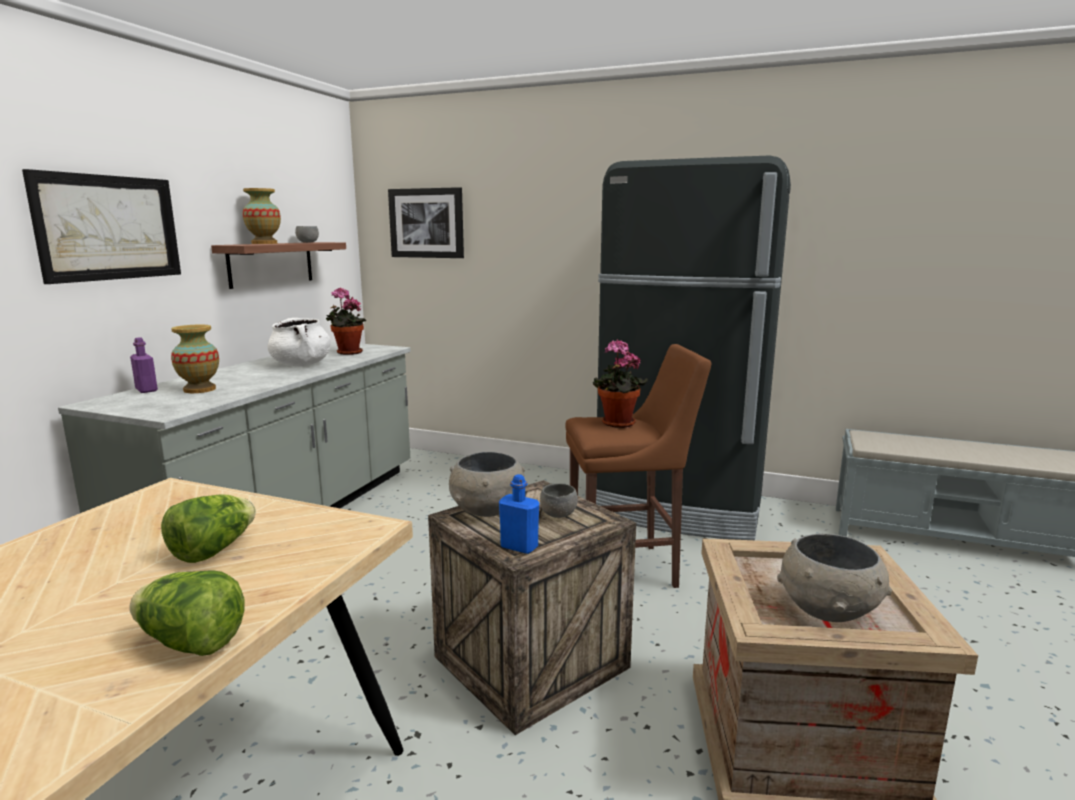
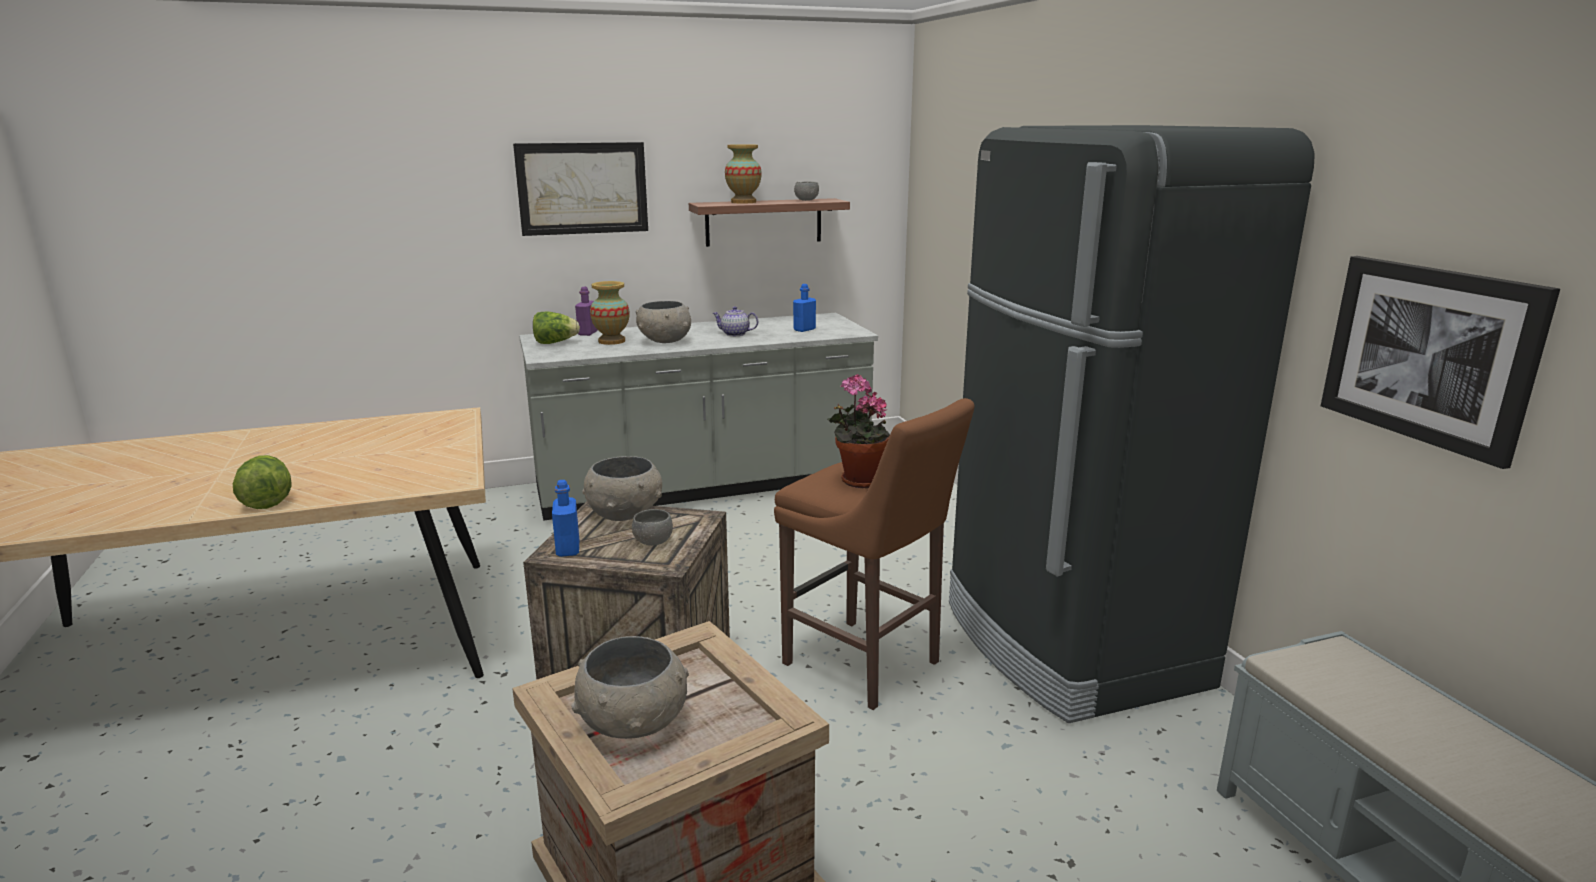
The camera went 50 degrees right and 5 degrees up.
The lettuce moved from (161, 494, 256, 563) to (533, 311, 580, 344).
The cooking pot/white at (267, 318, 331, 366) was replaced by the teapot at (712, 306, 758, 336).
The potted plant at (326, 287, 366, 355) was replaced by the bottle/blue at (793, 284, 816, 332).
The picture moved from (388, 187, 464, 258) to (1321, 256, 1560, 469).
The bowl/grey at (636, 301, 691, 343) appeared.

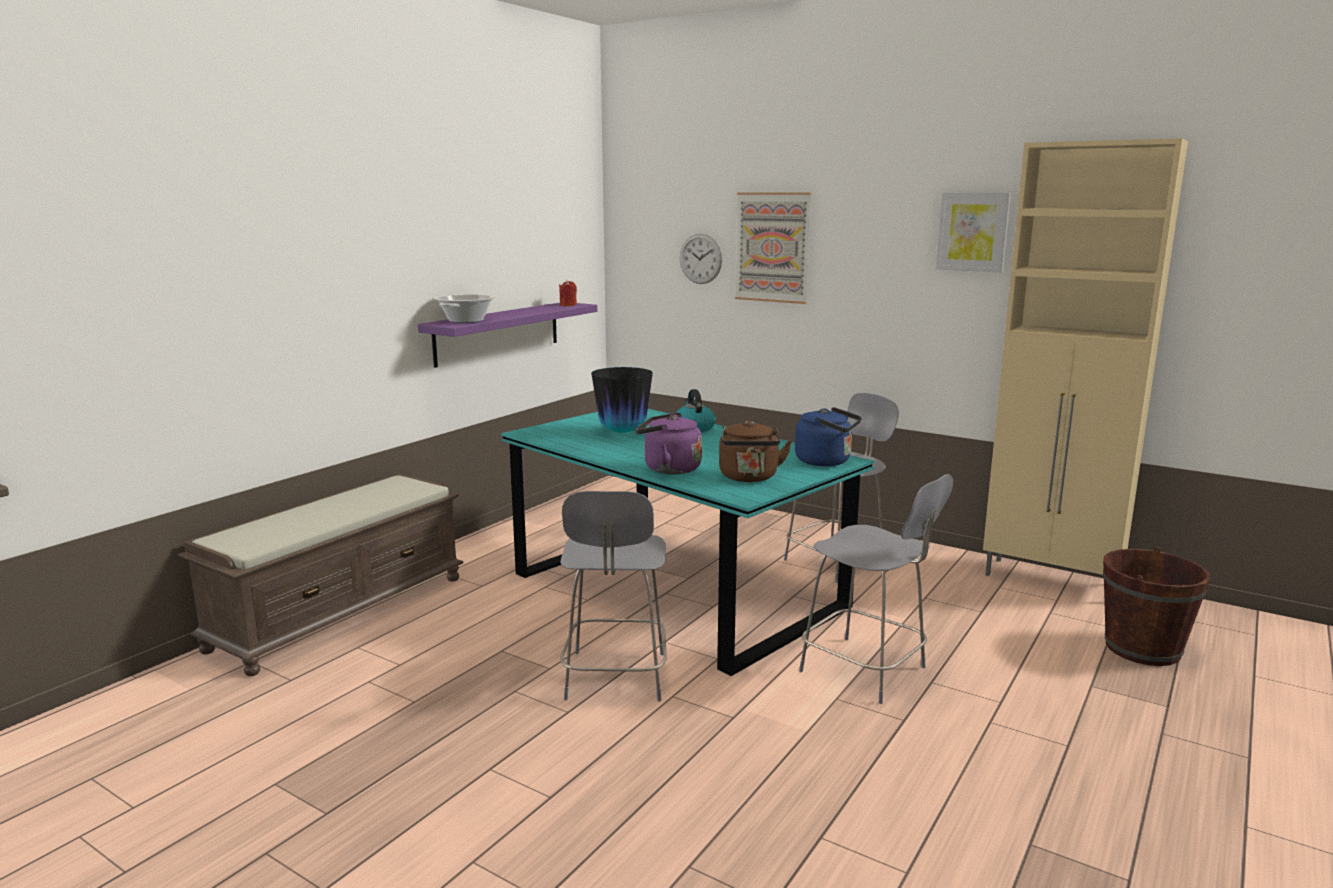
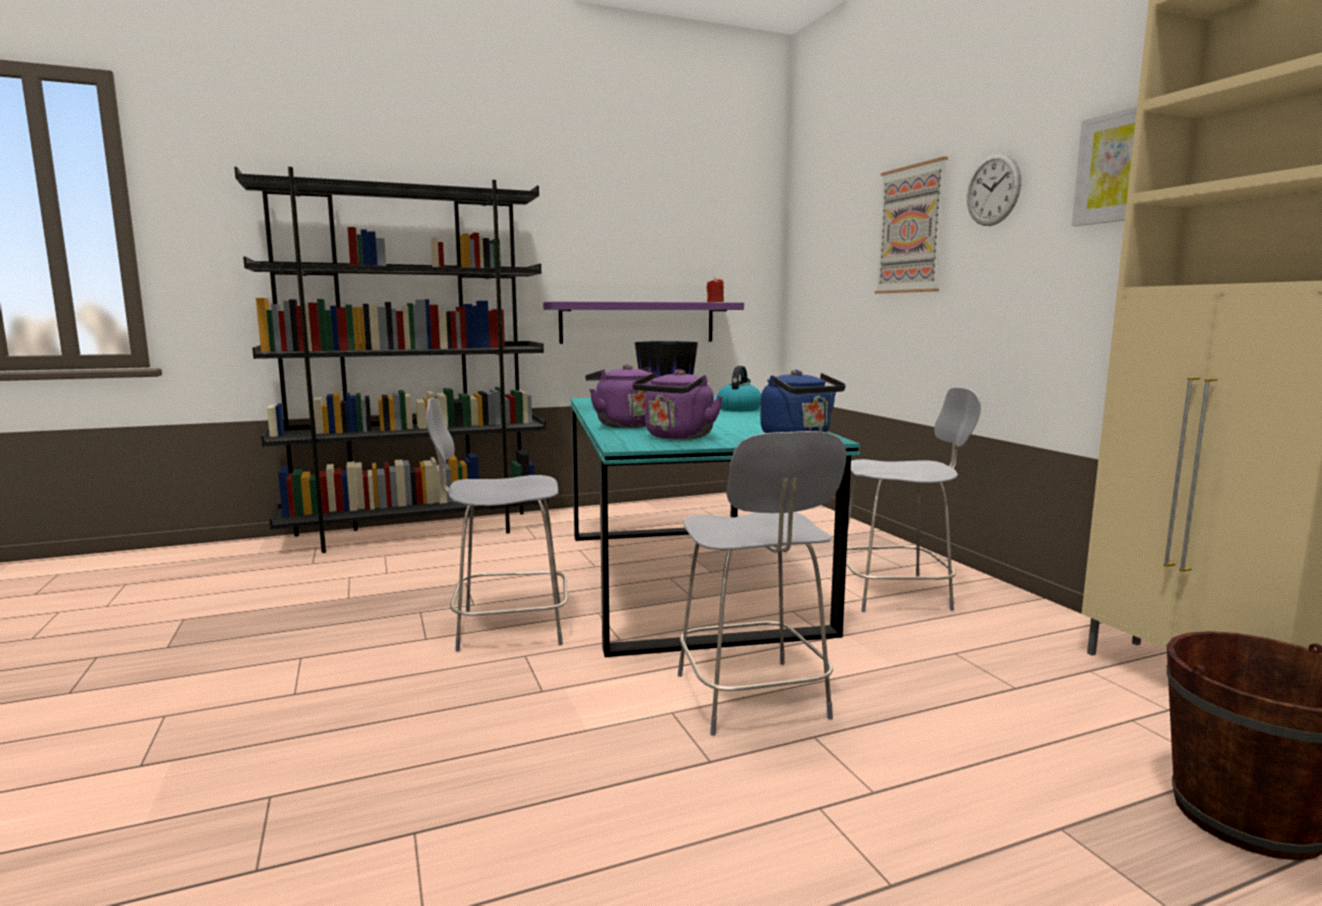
The camera went 35 degrees right and 5 degrees down.
The bench/brown at (178, 474, 464, 676) was replaced by the bookcase/black at (234, 167, 548, 553).
The cooking pot at (434, 294, 495, 323) disappeared.
The chair/grey at (560, 491, 667, 702) turned 45 degrees clockwise.
The wall clock moved from (680, 234, 722, 284) to (967, 153, 1021, 226).
The kettle/brown at (719, 421, 792, 482) became the kettle/purple at (632, 369, 723, 440).

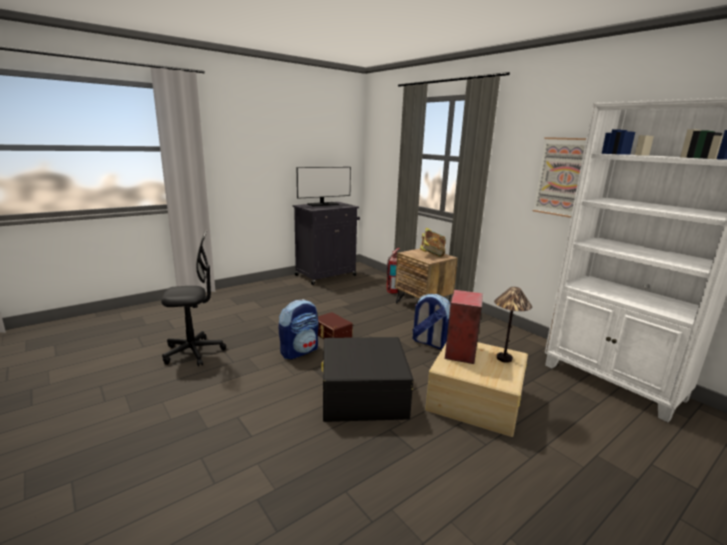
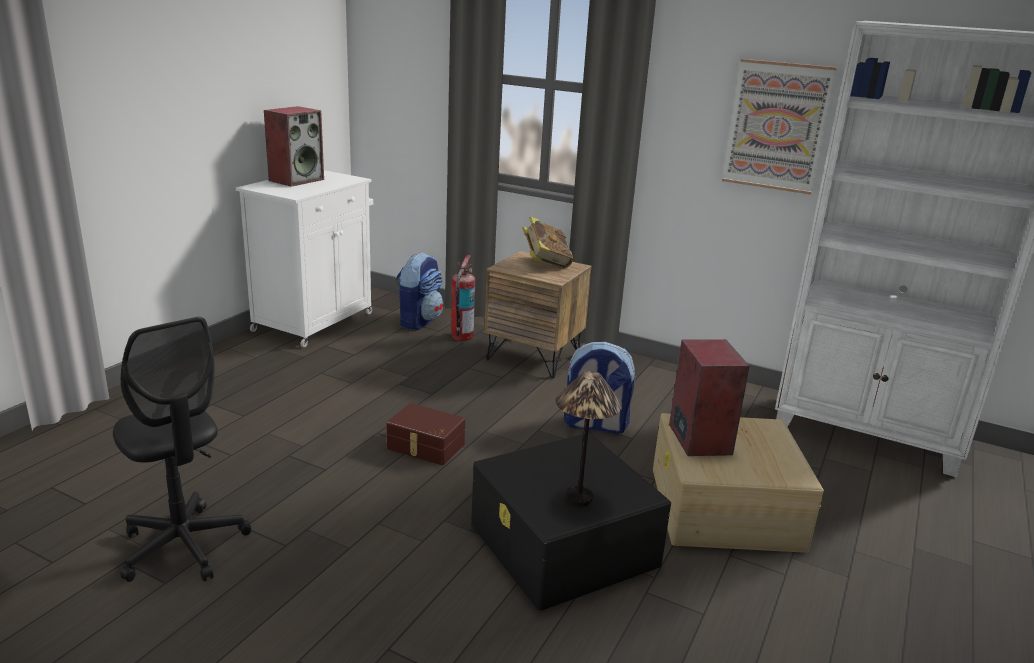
The camera went 25 degrees left and 5 degrees up.
The office chair/black at (161, 230, 226, 367) turned 90 degrees clockwise.
The backpack moved from (279, 299, 318, 359) to (396, 253, 443, 330).
The cabinet/black at (293, 202, 360, 285) became the cabinet/white at (236, 170, 373, 347).
The monitor at (297, 167, 351, 207) was replaced by the speaker at (264, 106, 324, 187).
The table lamp moved from (494, 287, 532, 363) to (556, 371, 622, 507).

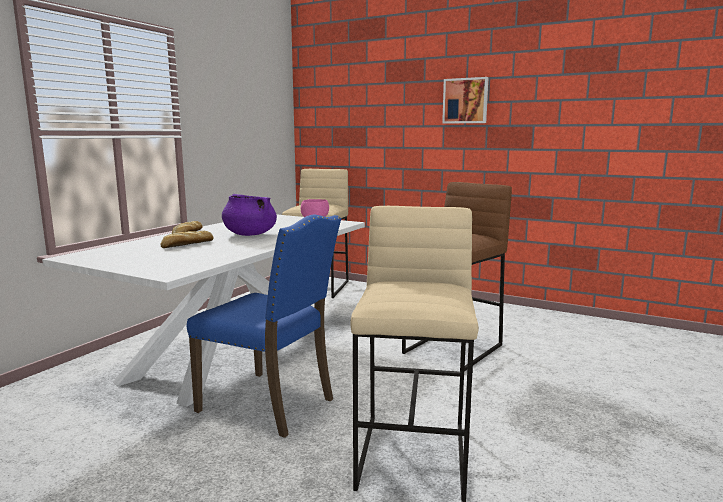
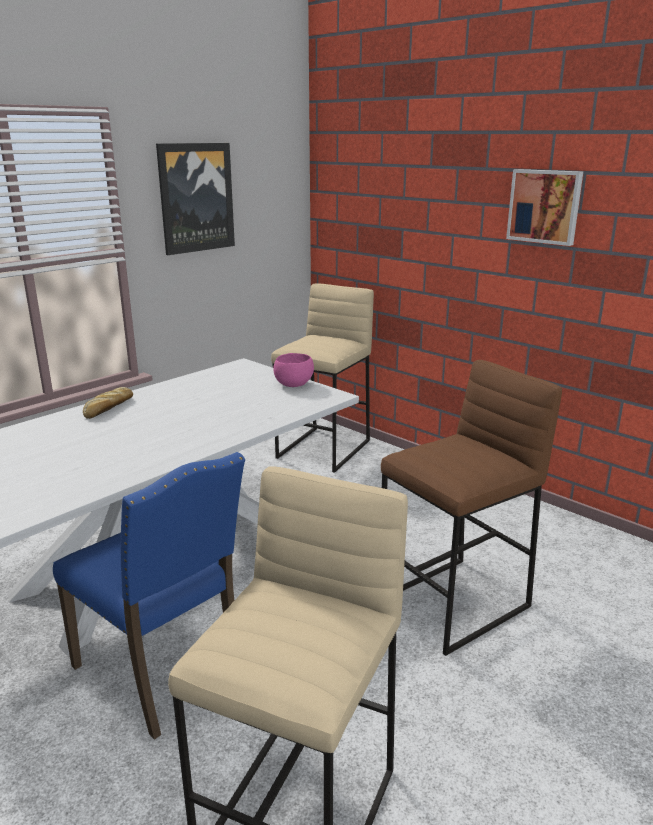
The camera went 15 degrees right and 10 degrees up.
The bread at (160, 231, 214, 248) disappeared.
The cooking pot/purple at (222, 194, 277, 236) disappeared.
The picture at (156, 143, 235, 255) appeared.

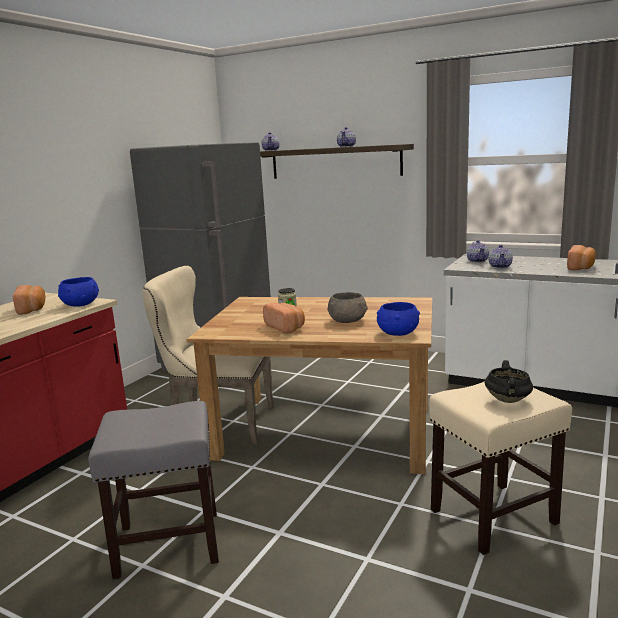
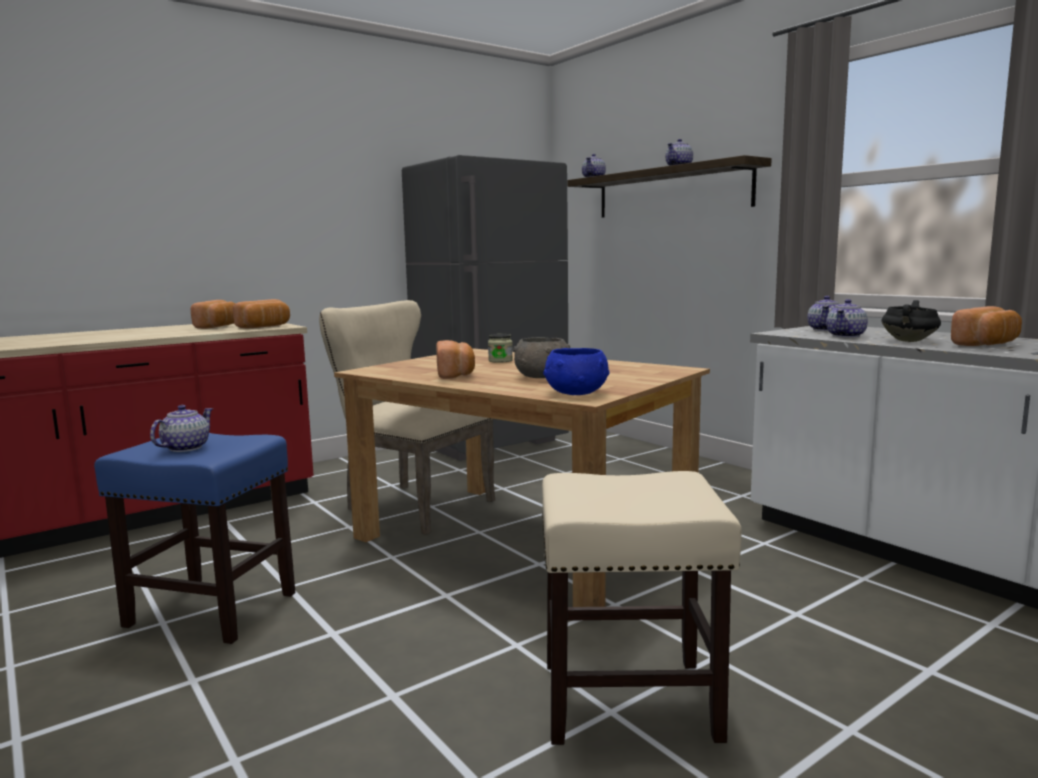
The camera went 25 degrees right and 5 degrees down.
The bowl/blue at (58, 277, 99, 307) was replaced by the bread at (233, 299, 290, 328).
The stool/grey at (88, 401, 219, 579) became the stool/blue at (94, 433, 295, 644).
The cooking pot/black moved from (485, 360, 533, 403) to (881, 300, 941, 342).
The teapot at (150, 405, 213, 452) appeared.

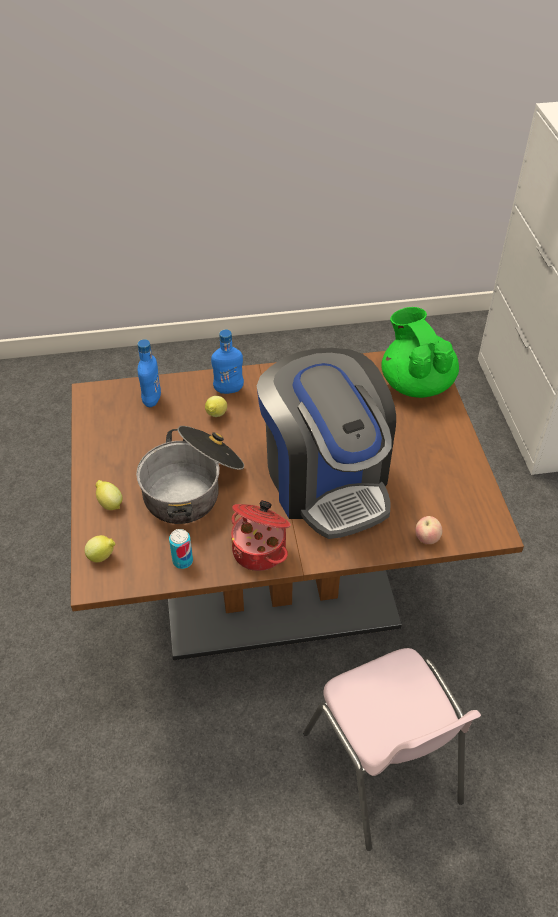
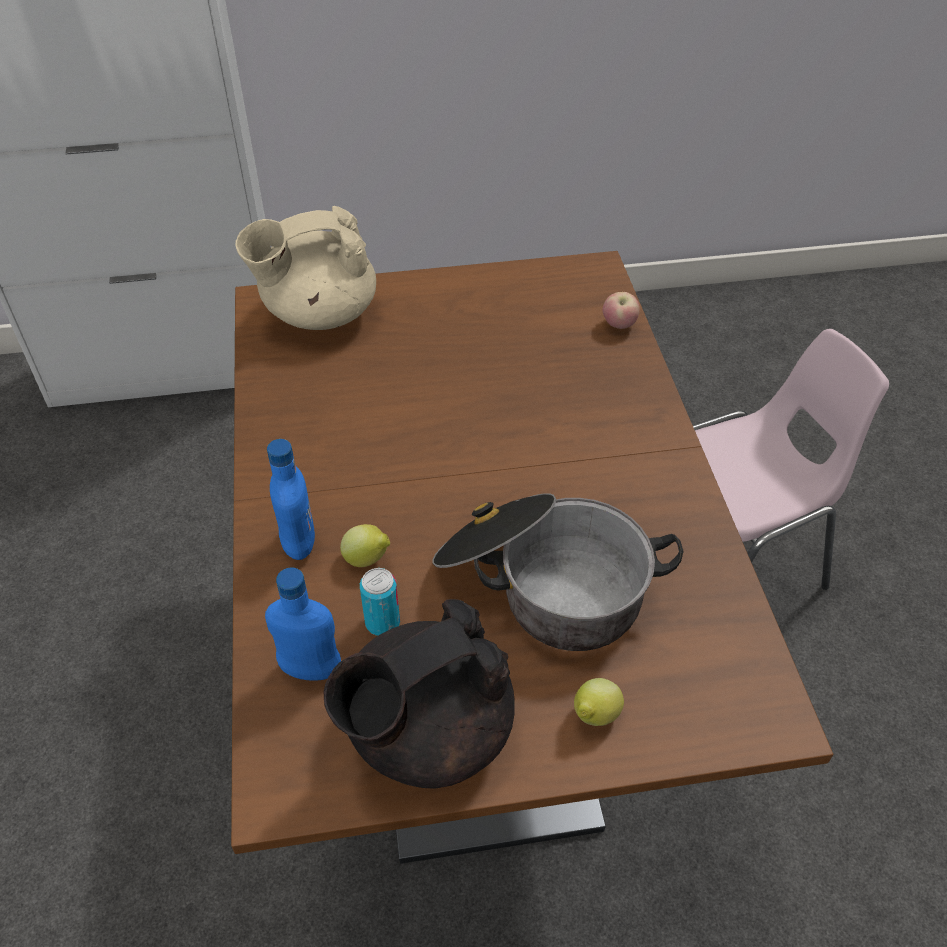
The camera went 90 degrees left and 0 degrees up.
The lemon at (85, 535, 115, 562) disappeared.
The can moved from (169, 529, 193, 569) to (360, 568, 400, 636).
The cooking pot at (231, 500, 291, 571) disappeared.
The coffee machine at (257, 348, 396, 539) disappeared.
The teapot/green at (381, 307, 459, 398) became the teapot/beige at (235, 206, 376, 330).
The teapot/black at (324, 599, 515, 788) appeared.

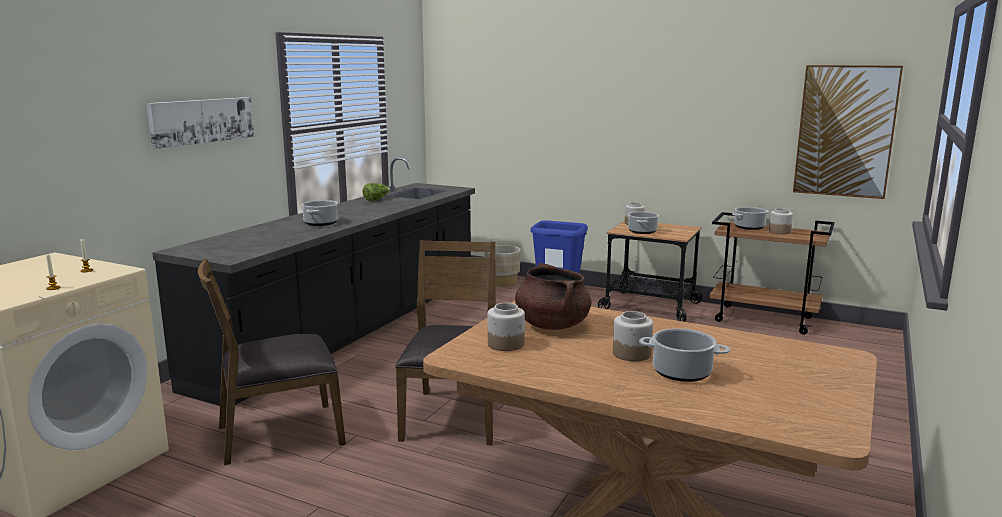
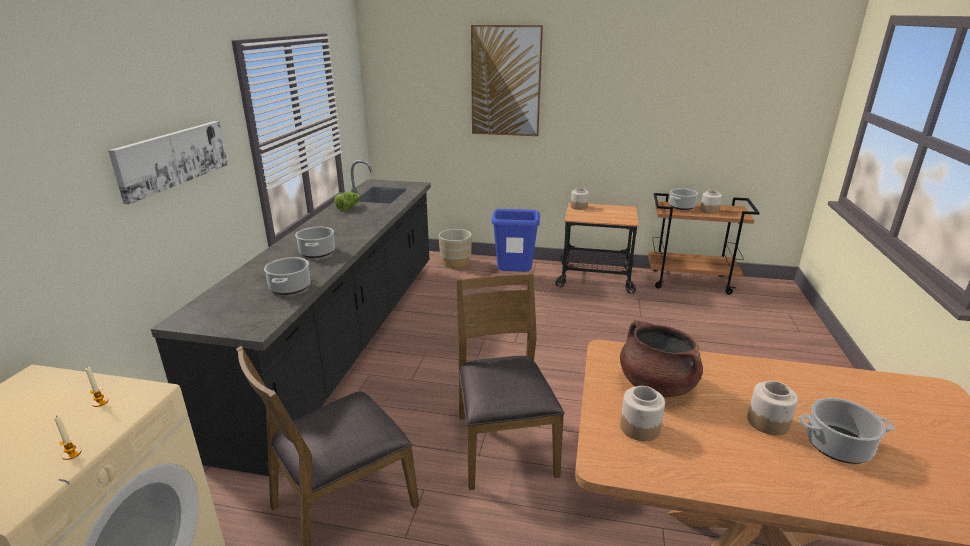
The camera went 15 degrees left and 10 degrees up.
The cooking pot moved from (628, 211, 659, 234) to (264, 257, 310, 295).
The picture moved from (793, 65, 903, 199) to (471, 25, 543, 136).

